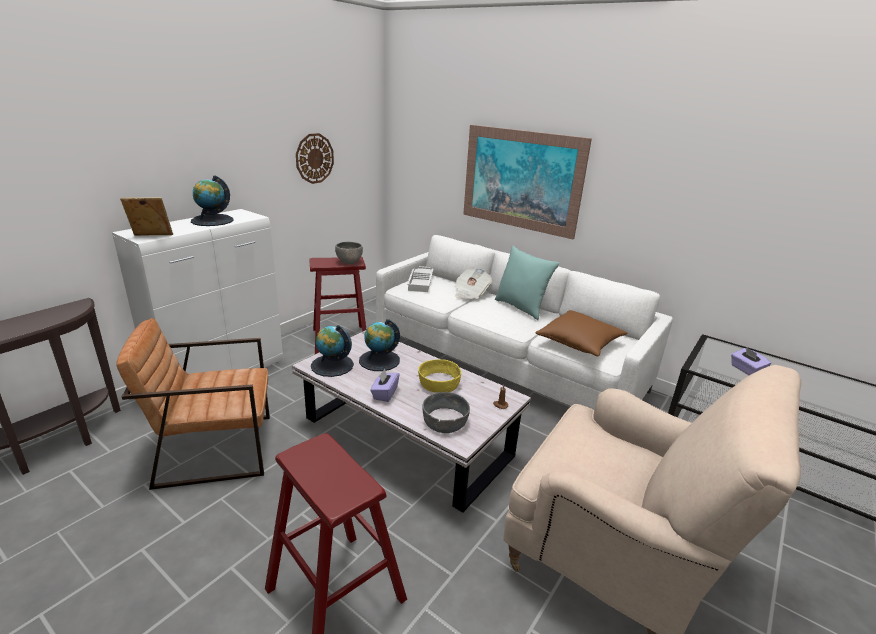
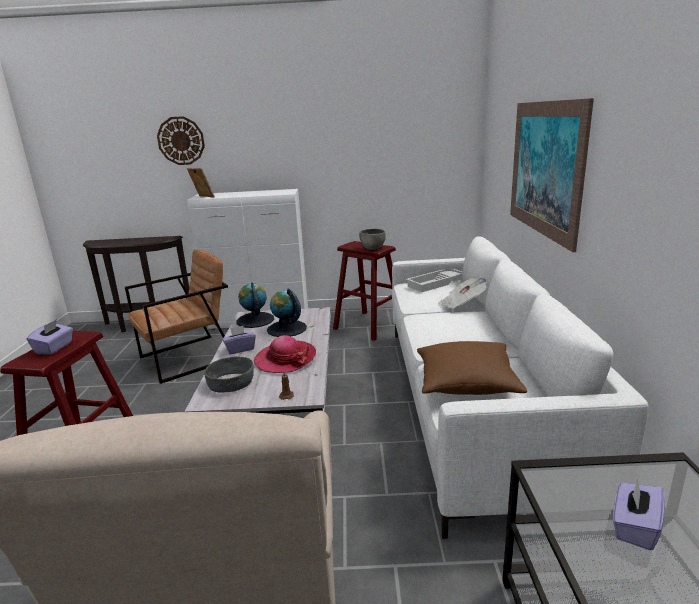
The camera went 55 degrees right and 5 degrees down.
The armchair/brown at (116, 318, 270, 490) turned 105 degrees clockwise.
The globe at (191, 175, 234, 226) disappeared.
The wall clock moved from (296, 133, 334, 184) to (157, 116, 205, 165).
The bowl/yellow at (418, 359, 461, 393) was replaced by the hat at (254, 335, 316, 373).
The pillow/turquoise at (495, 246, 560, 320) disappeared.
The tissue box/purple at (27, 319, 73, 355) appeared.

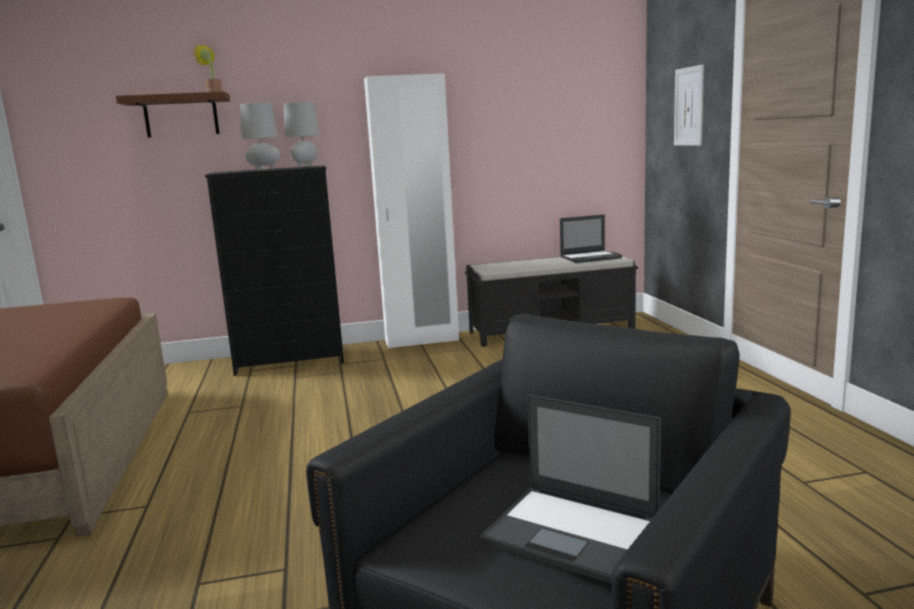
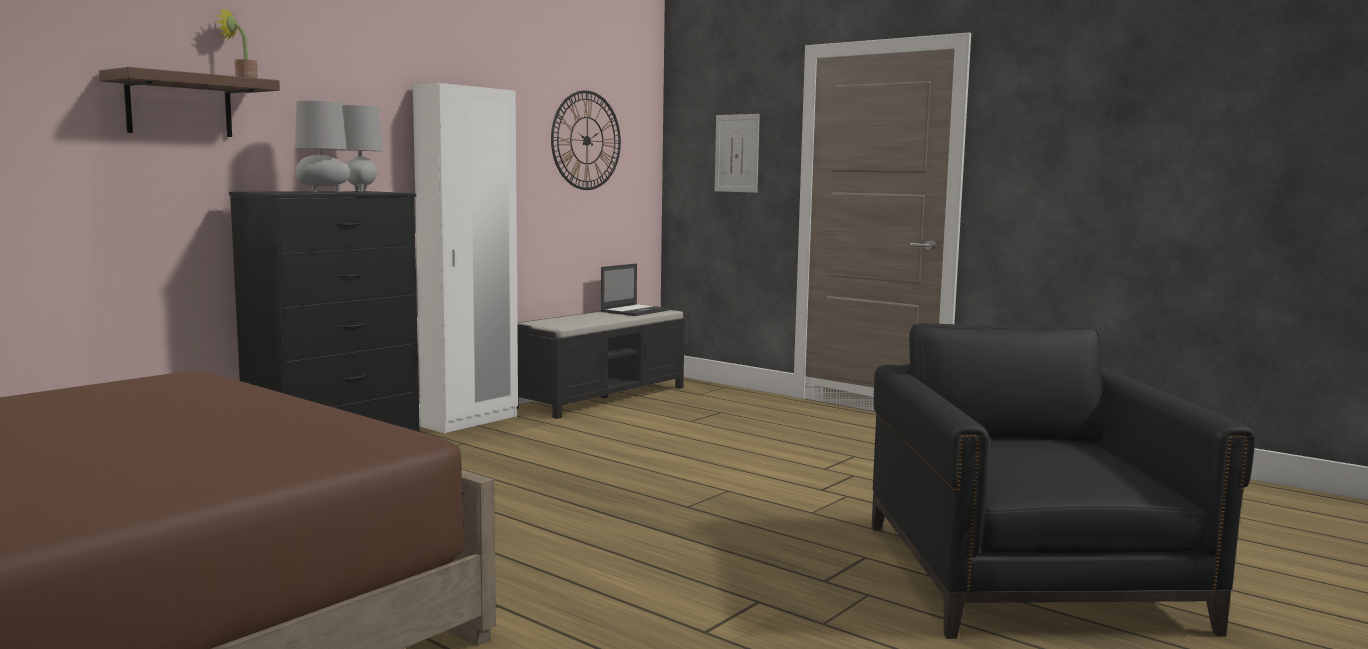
The camera went 40 degrees left and 5 degrees down.
The laptop at (480, 395, 661, 584) disappeared.
The wall clock at (551, 90, 621, 190) appeared.

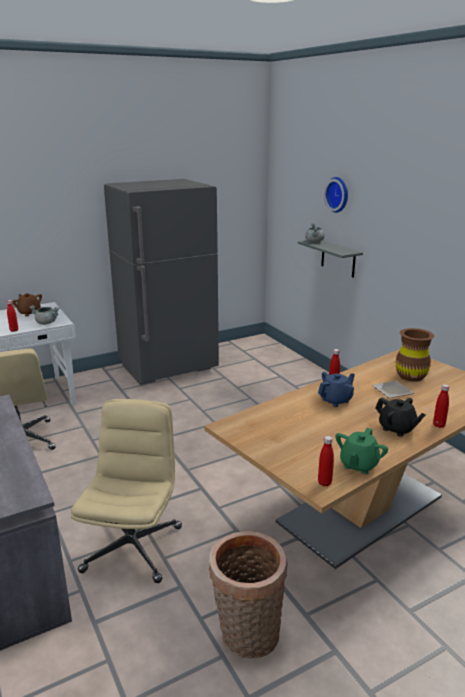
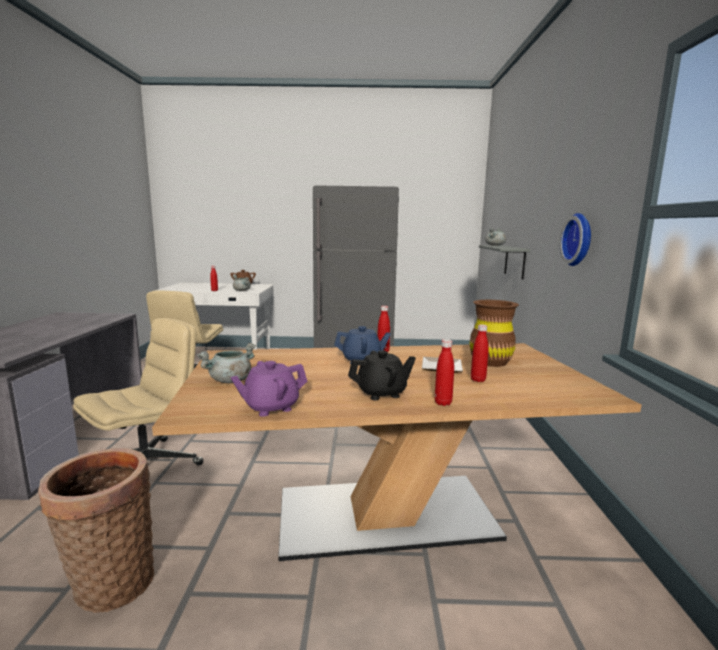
The camera went 30 degrees right and 10 degrees down.
The bottle/red moved from (318, 436, 334, 486) to (471, 324, 488, 382).
The wall clock moved from (324, 177, 348, 213) to (560, 213, 591, 266).
The teapot/green at (335, 428, 388, 474) became the teapot/purple at (230, 361, 307, 417).
The teapot/black at (375, 397, 426, 437) turned 90 degrees counterclockwise.
The cooking pot/grey at (197, 343, 256, 383) appeared.

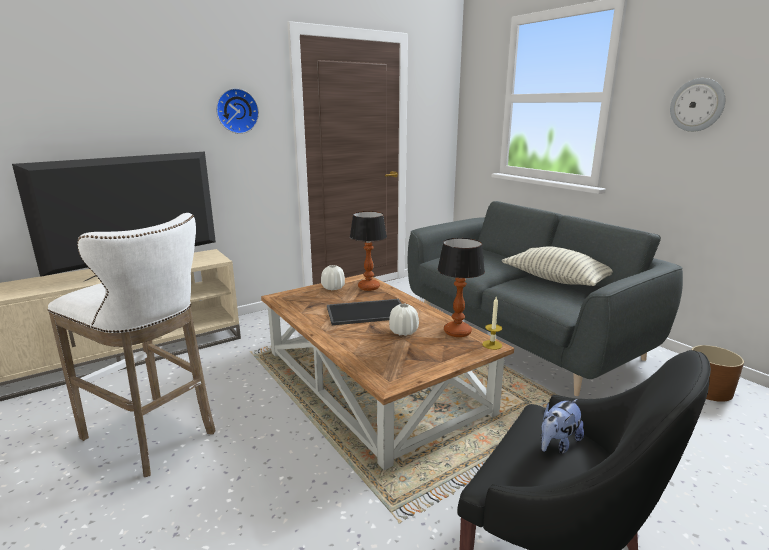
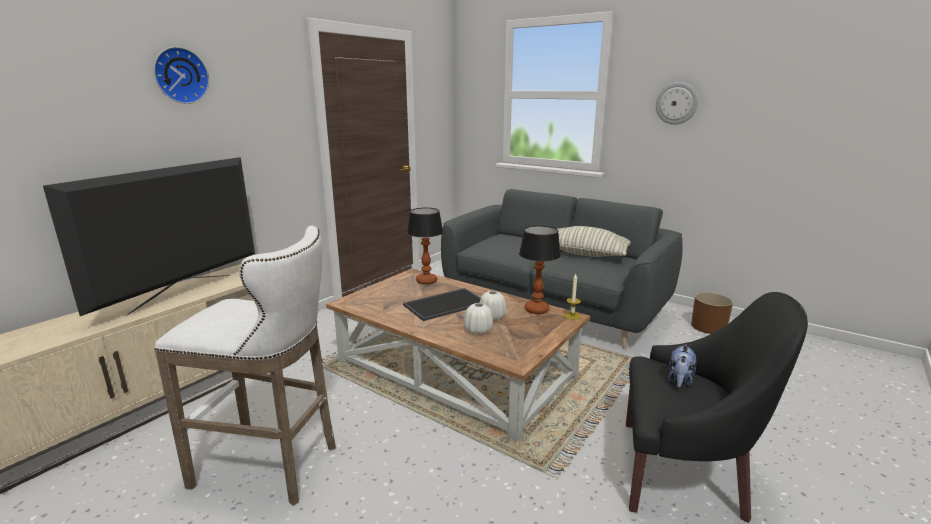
The camera went 20 degrees left and 0 degrees up.
The wall clock moved from (216, 88, 259, 134) to (153, 47, 209, 104).
The vase/white moved from (321, 265, 345, 290) to (464, 303, 493, 334).

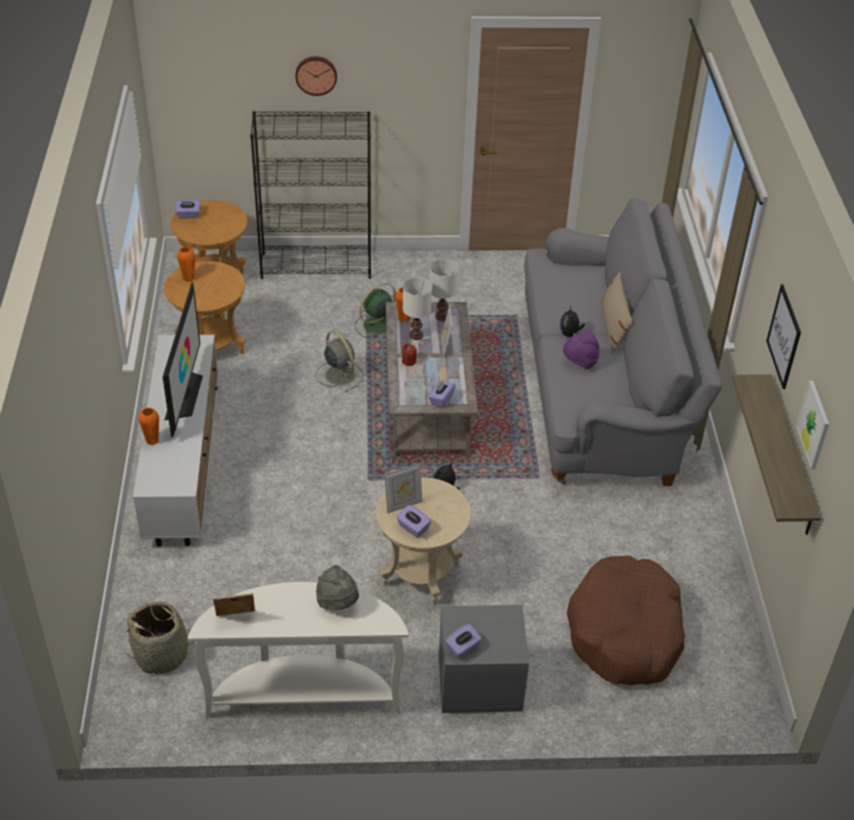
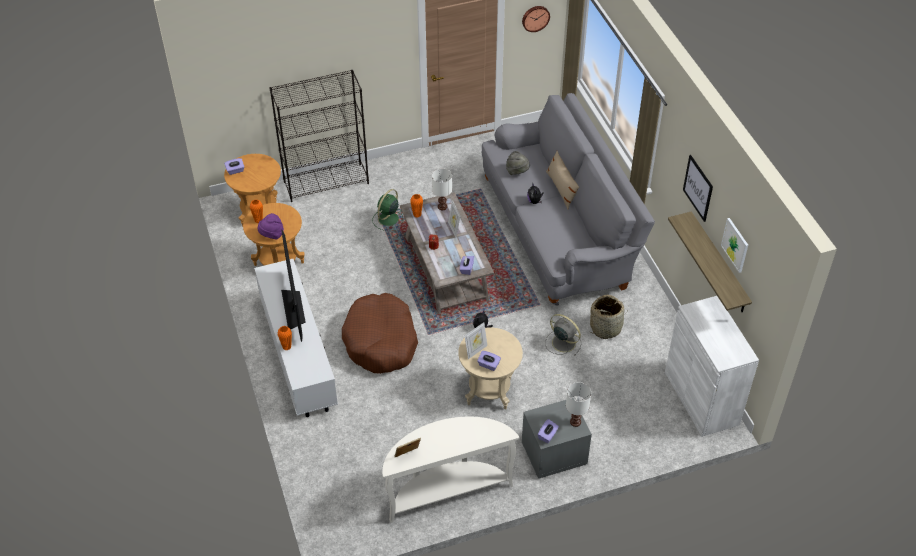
The camera went 15 degrees left and 5 degrees up.
The basket moved from (126, 601, 196, 674) to (590, 295, 626, 339).
The wall clock moved from (295, 56, 337, 96) to (522, 6, 550, 32).
The fan/grey moved from (315, 331, 363, 392) to (545, 314, 582, 356).
The hat/grey moved from (316, 565, 359, 610) to (506, 151, 530, 175).
The table lamp/white moved from (403, 277, 432, 340) to (566, 382, 591, 427).
The hat/purple moved from (563, 331, 599, 369) to (258, 213, 284, 239).
The dog bed/brown moved from (567, 556, 685, 685) to (342, 293, 418, 374).
The cabinet/white at (665, 296, 759, 437) appeared.

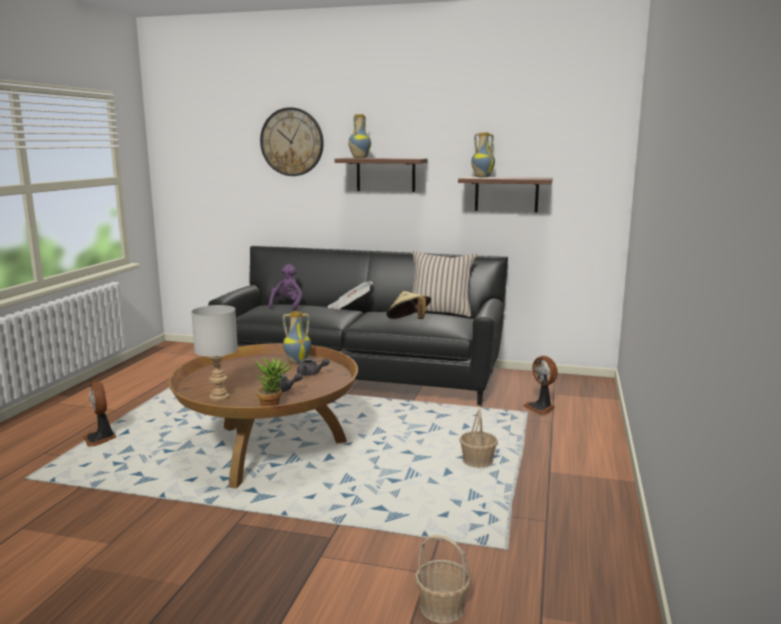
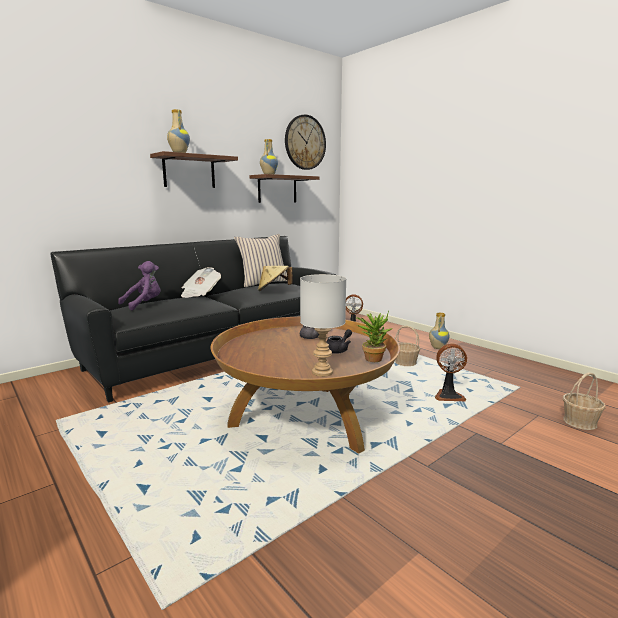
The camera went 55 degrees left and 0 degrees up.
The fan moved from (83, 381, 116, 447) to (435, 344, 467, 401).
The wall clock moved from (260, 107, 324, 176) to (285, 114, 326, 170).
The plush toy/purple at (268, 264, 302, 311) turned 90 degrees clockwise.
The vase moved from (283, 311, 311, 364) to (429, 313, 449, 349).

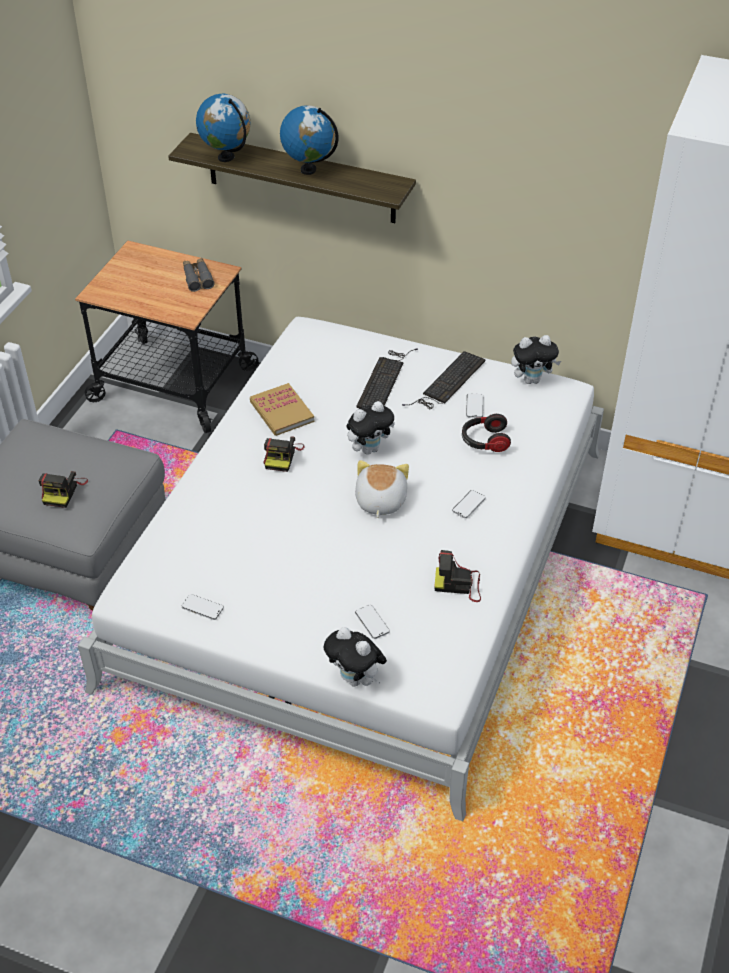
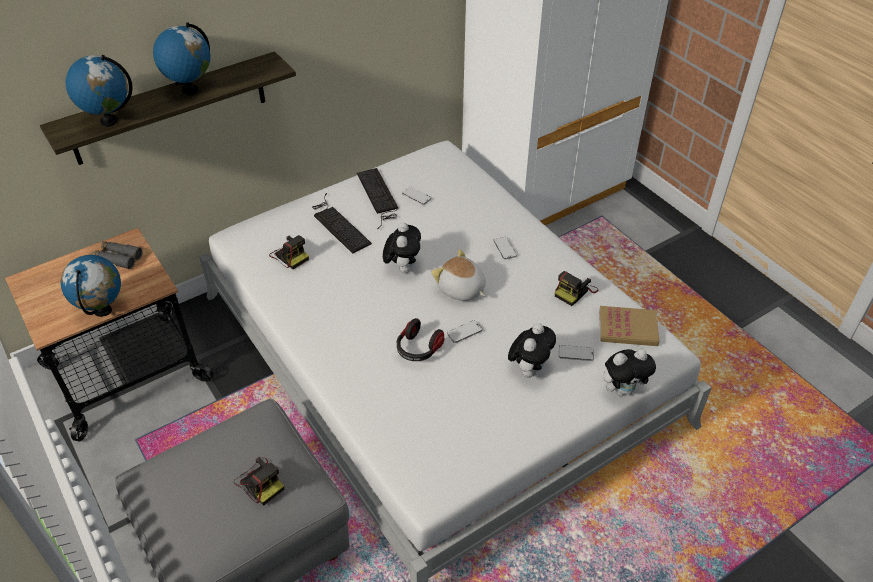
The camera went 55 degrees left and 0 degrees up.
The phone moved from (182, 594, 224, 620) to (447, 320, 483, 343).
The book moved from (250, 383, 314, 436) to (599, 306, 659, 346).
The photo camera moved from (263, 436, 304, 472) to (269, 235, 309, 269).
The headphones moved from (462, 414, 511, 452) to (397, 318, 444, 361).
The plush toy moved from (511, 335, 561, 384) to (508, 323, 556, 378).
The globe at (61, 255, 121, 317) appeared.

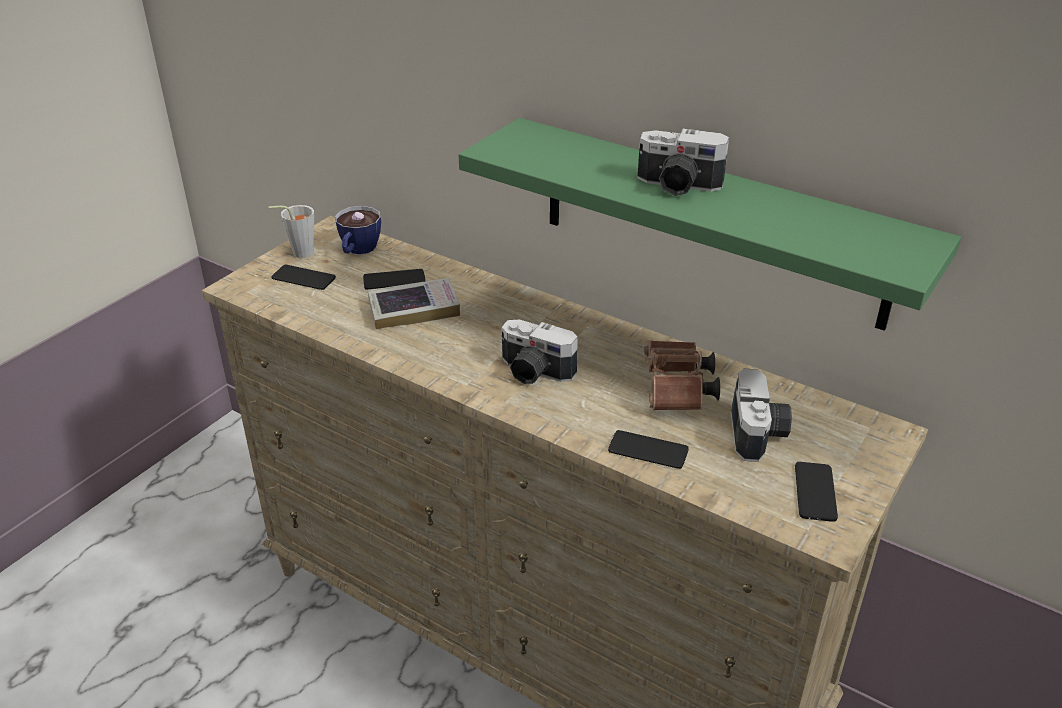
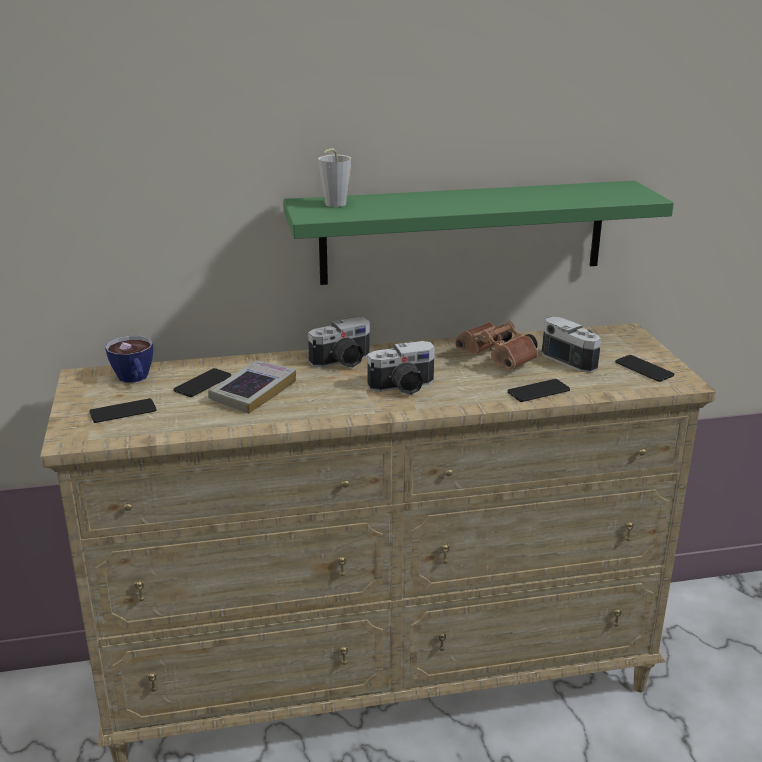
The camera went 45 degrees left and 10 degrees down.
The cup/grey moved from (269, 205, 314, 258) to (318, 149, 352, 207).
The photo camera moved from (637, 129, 729, 196) to (308, 317, 370, 368).

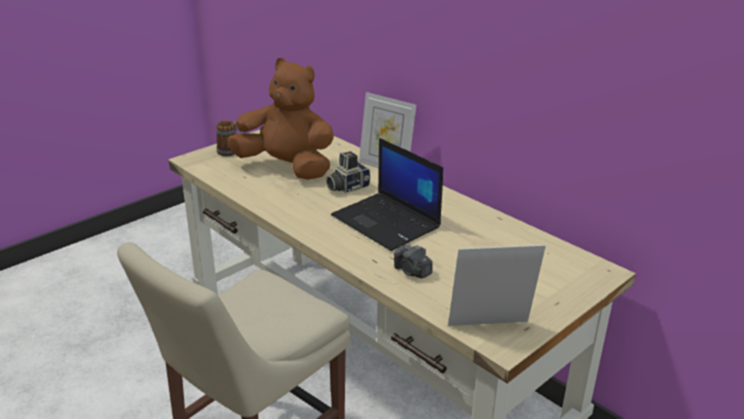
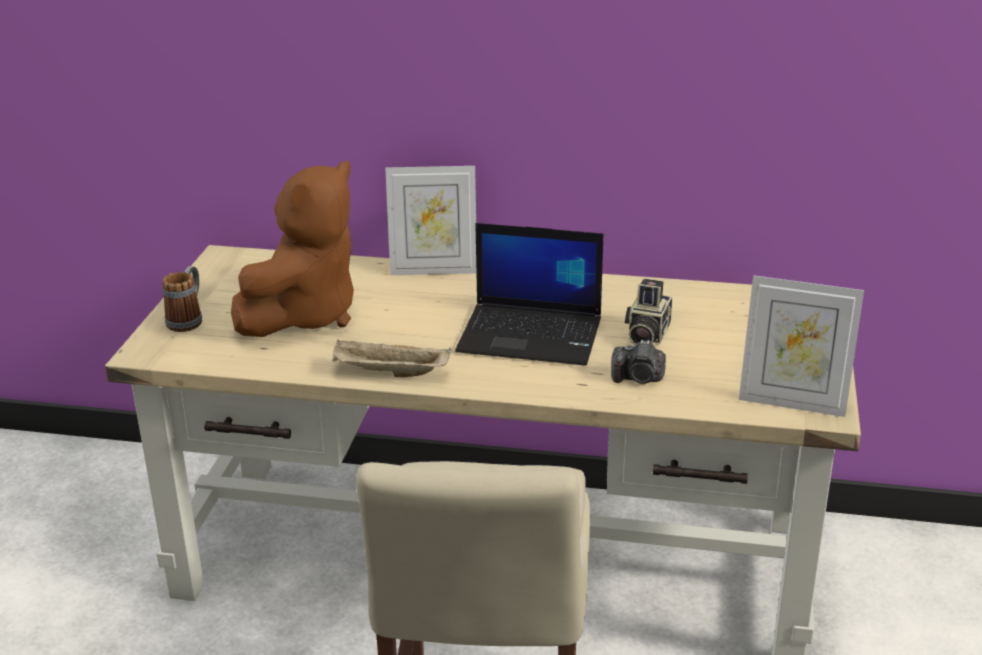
The camera went 35 degrees left and 0 degrees up.
The plush toy/brown at (227, 58, 334, 180) turned 135 degrees clockwise.
The photo camera moved from (326, 152, 370, 193) to (625, 279, 672, 346).
The picture frame at (448, 245, 546, 326) turned 120 degrees counterclockwise.
The tray/beige at (332, 340, 451, 377) appeared.

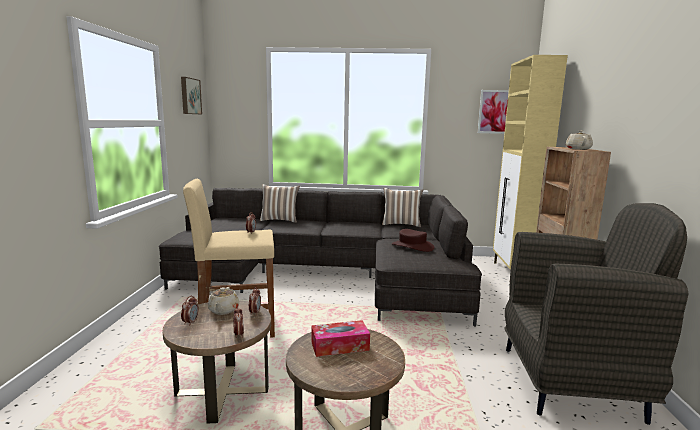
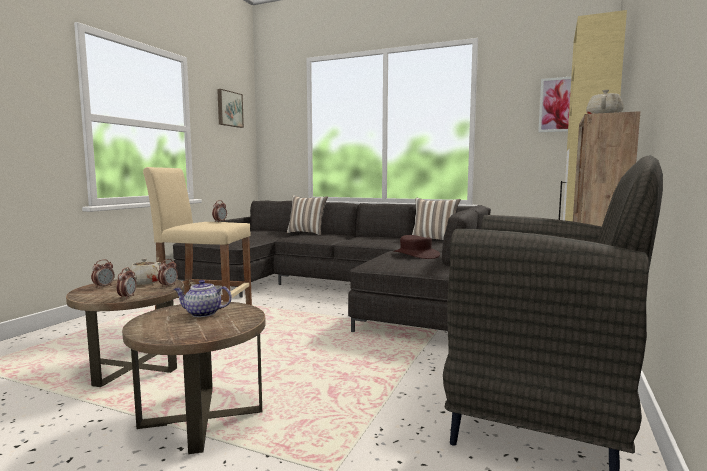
The camera went 20 degrees right and 5 degrees down.
The tissue box at (311, 320, 370, 357) was replaced by the teapot at (174, 280, 232, 317).

